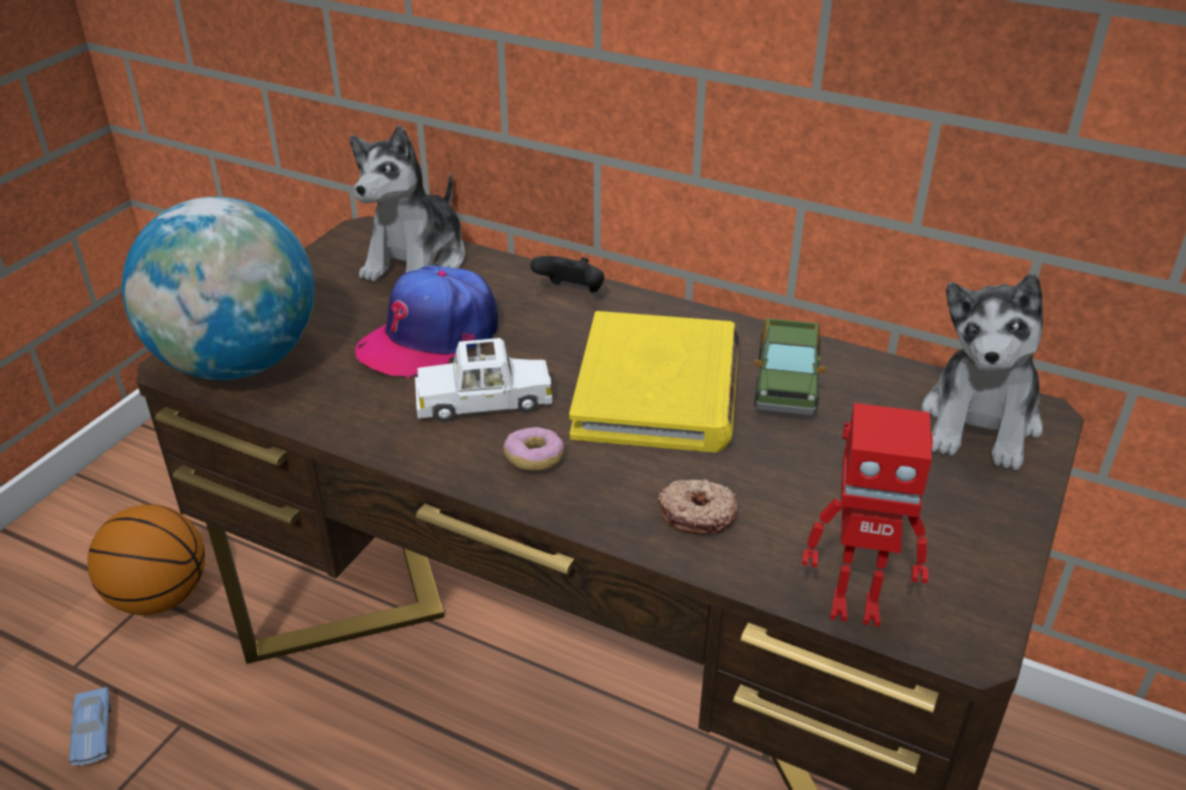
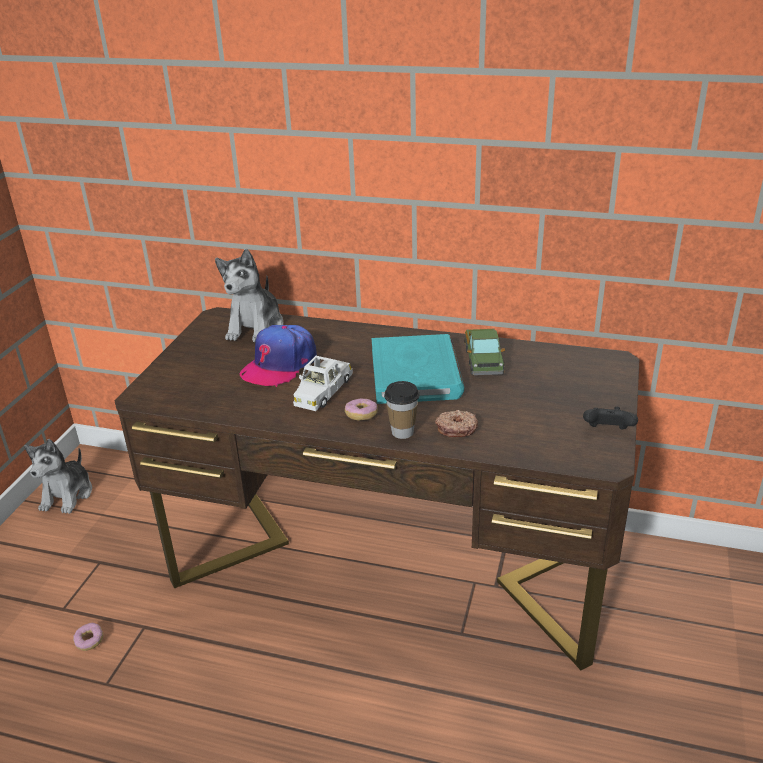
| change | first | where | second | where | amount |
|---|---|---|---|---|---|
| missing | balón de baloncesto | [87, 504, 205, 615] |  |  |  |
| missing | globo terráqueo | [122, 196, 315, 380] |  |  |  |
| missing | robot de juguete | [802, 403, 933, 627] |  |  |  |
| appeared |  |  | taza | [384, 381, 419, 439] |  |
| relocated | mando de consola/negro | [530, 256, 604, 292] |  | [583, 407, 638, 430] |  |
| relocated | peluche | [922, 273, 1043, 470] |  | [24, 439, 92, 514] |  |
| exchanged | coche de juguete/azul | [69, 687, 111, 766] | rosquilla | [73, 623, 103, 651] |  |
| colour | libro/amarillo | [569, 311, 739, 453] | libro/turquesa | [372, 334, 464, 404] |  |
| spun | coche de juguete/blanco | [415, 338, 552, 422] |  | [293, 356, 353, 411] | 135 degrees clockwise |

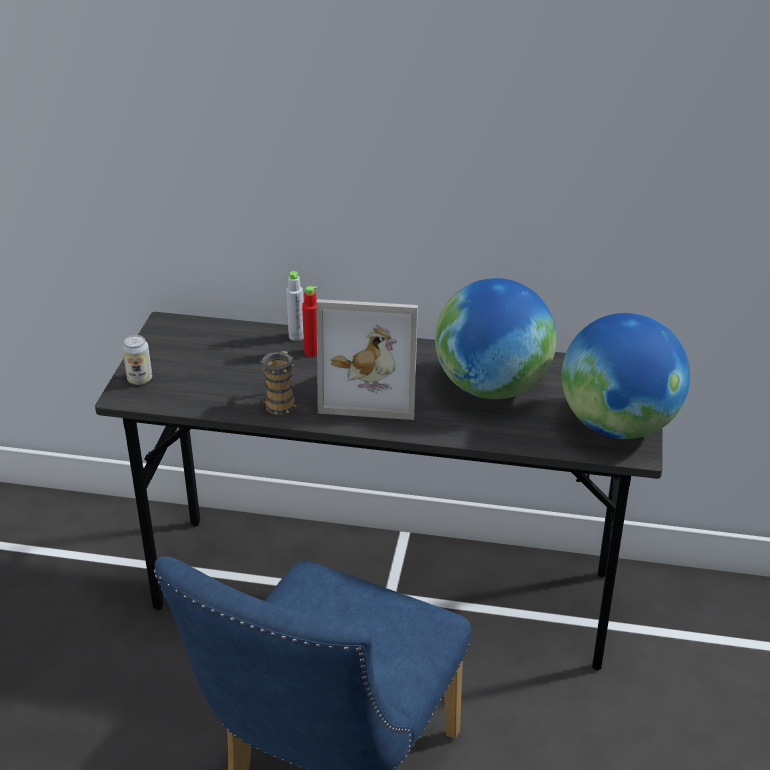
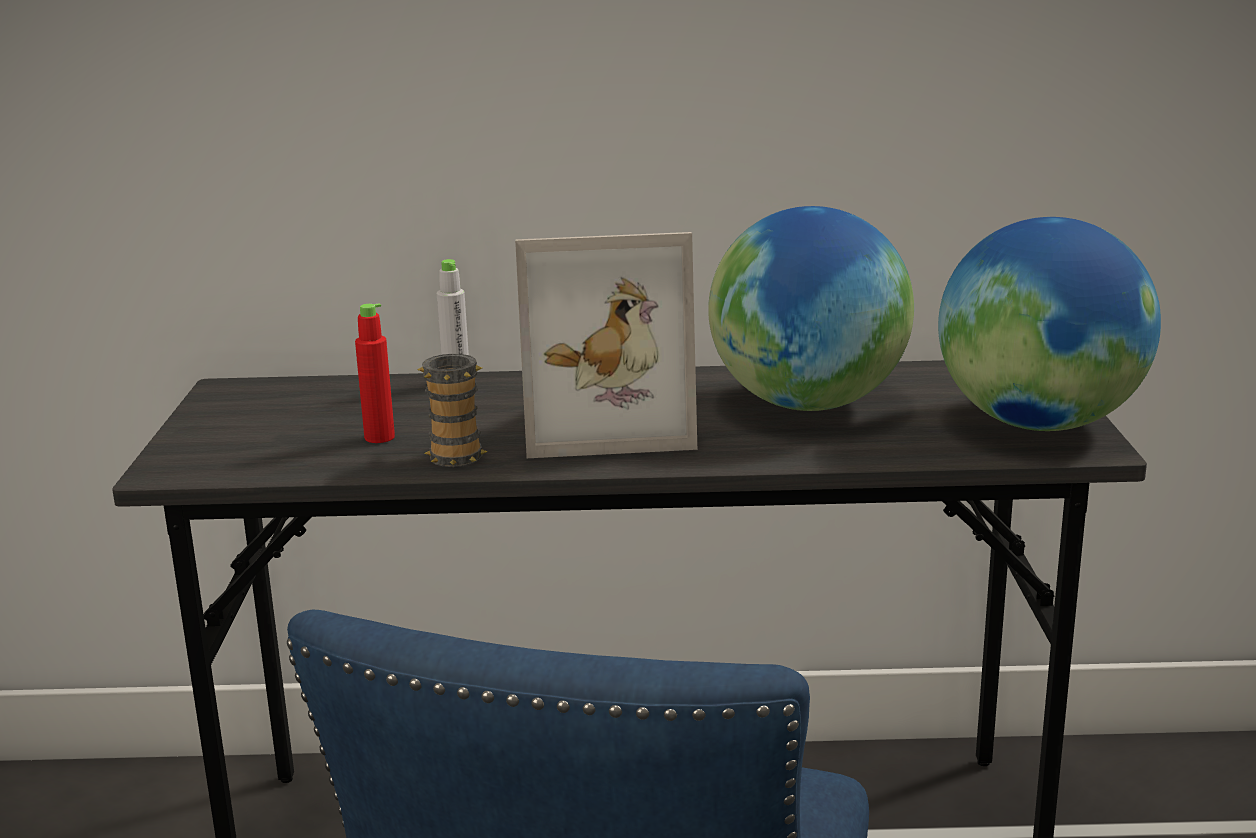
| change | first | where | second | where | amount |
|---|---|---|---|---|---|
| missing | lata | [122, 335, 152, 385] |  |  |  |
| relocated | botella/rojo | [302, 286, 317, 357] |  | [355, 303, 395, 443] |  |

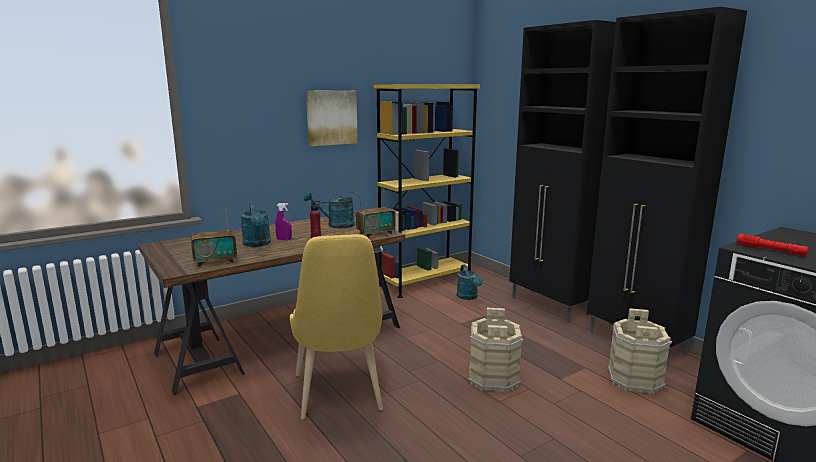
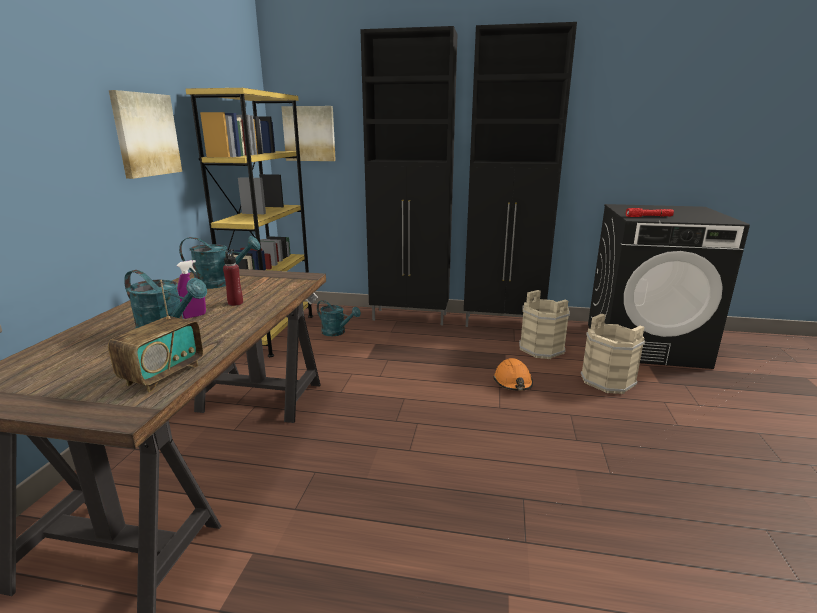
| change | first | where | second | where | amount |
|---|---|---|---|---|---|
| missing | silla/amarillo | [290, 234, 383, 419] |  |  |  |
| missing | radio | [356, 188, 395, 237] |  |  |  |
| appeared |  |  | cuadro | [281, 106, 336, 161] |  |
| appeared |  |  | casco/naranja | [493, 358, 533, 391] |  |
| relocated | cubo/beis | [468, 308, 524, 392] |  | [581, 314, 645, 394] |  |
| spun | regadera/turquesa | [304, 191, 361, 228] |  | [179, 236, 260, 289] | 135 degrees counterclockwise |

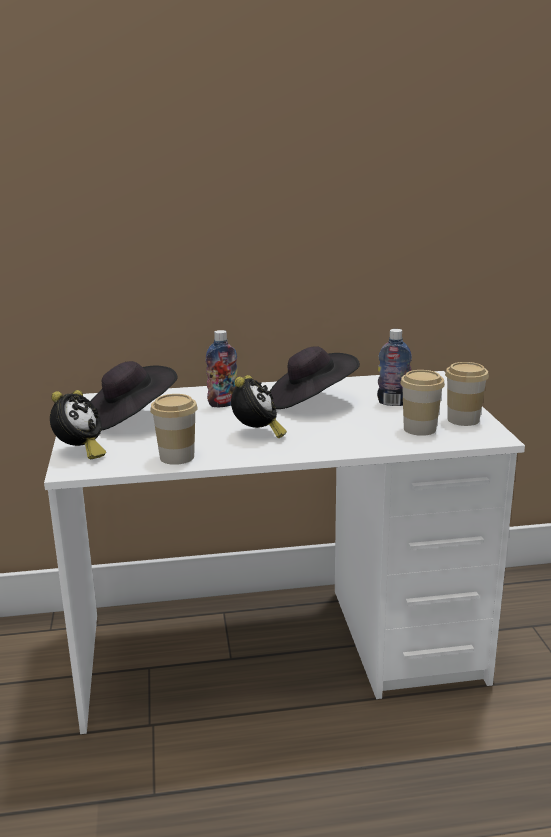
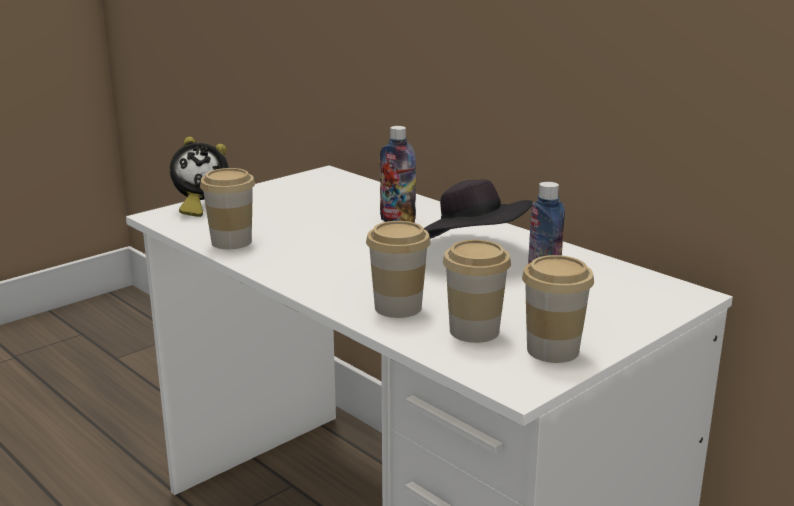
| change | first | where | second | where | amount |
|---|---|---|---|---|---|
| missing | sombrero/negro | [90, 361, 178, 431] |  |  |  |
| missing | despertador | [231, 375, 287, 438] |  |  |  |
| appeared |  |  | taza | [366, 221, 431, 318] |  |

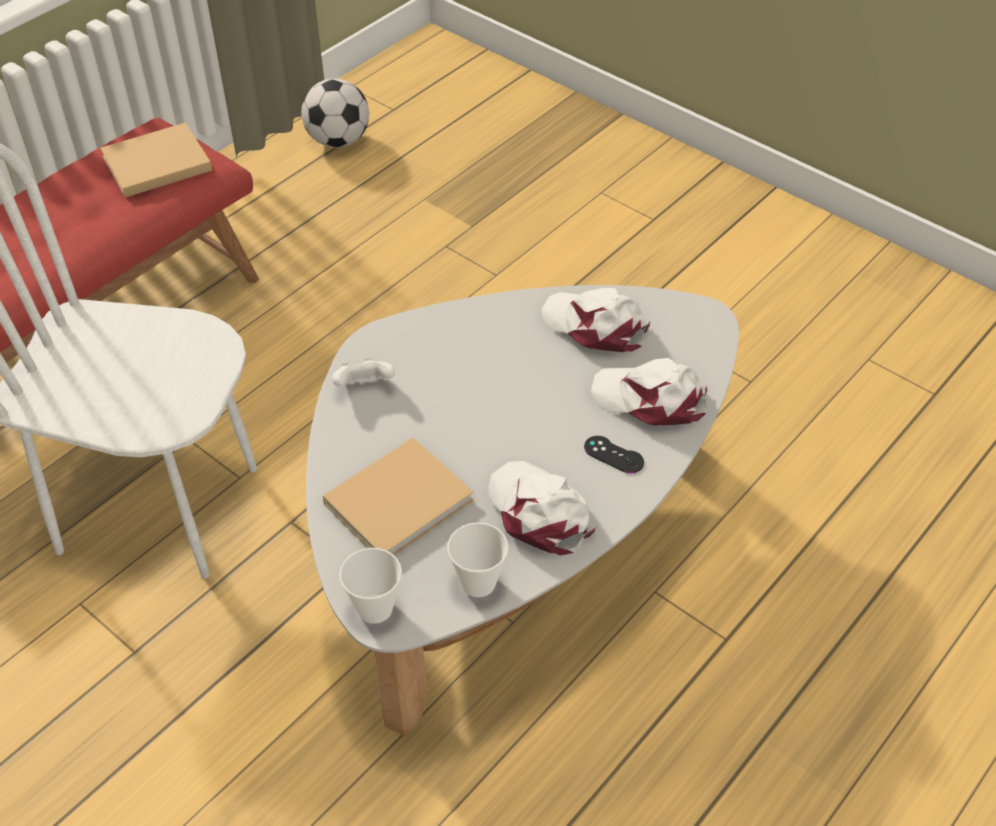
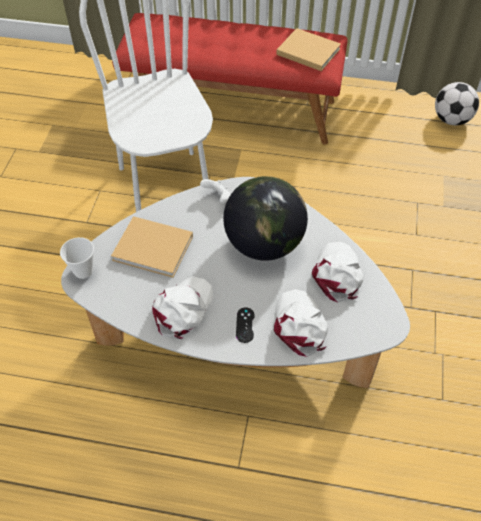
| change | first | where | second | where | amount |
|---|---|---|---|---|---|
| missing | taza | [447, 522, 509, 597] |  |  |  |
| appeared |  |  | globo terráqueo | [223, 176, 308, 261] |  |

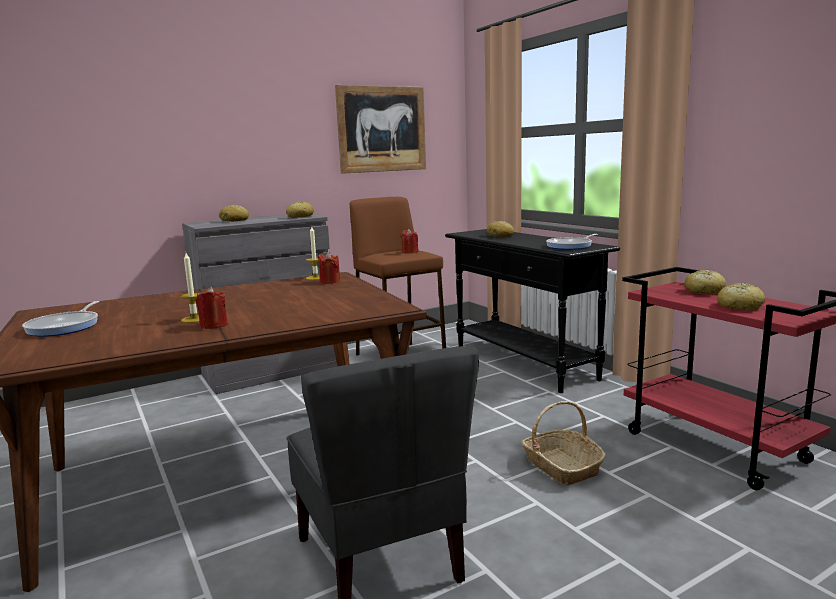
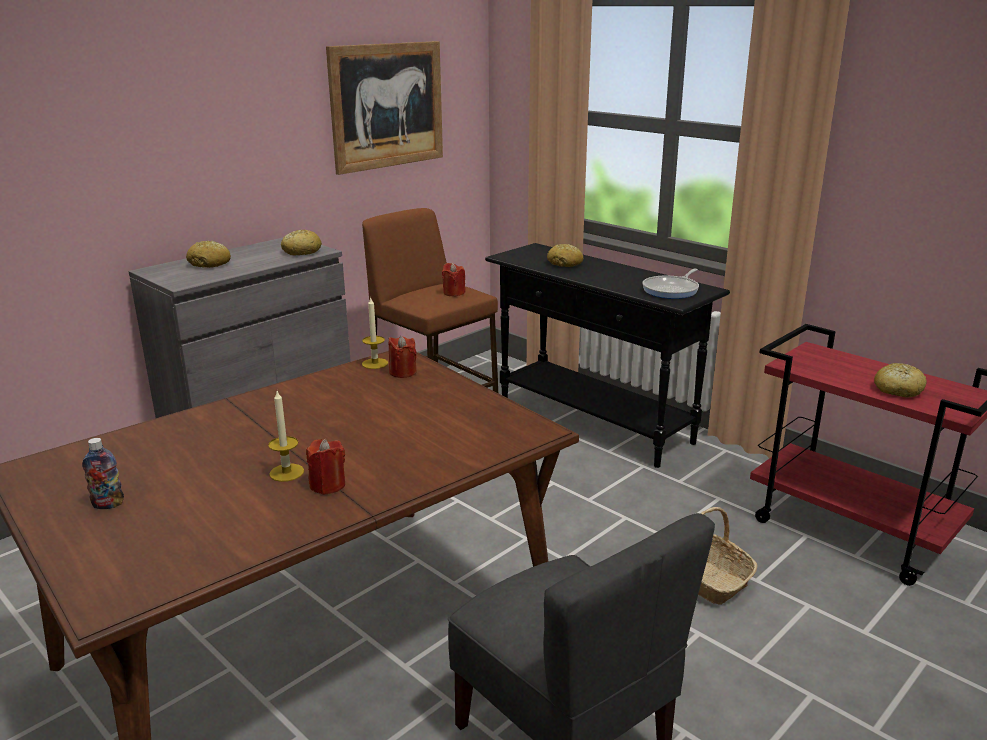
| change | first | where | second | where | amount |
|---|---|---|---|---|---|
| missing | pan | [684, 269, 726, 294] |  |  |  |
| exchanged | sartén | [22, 301, 99, 337] | botella | [82, 438, 124, 509] |  |

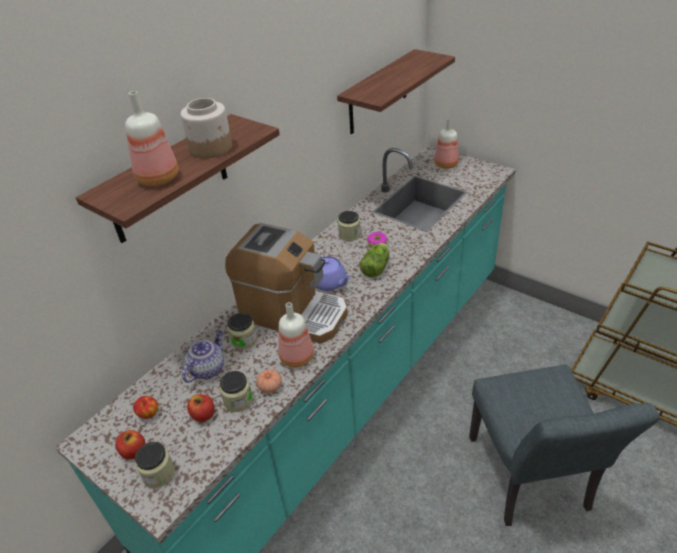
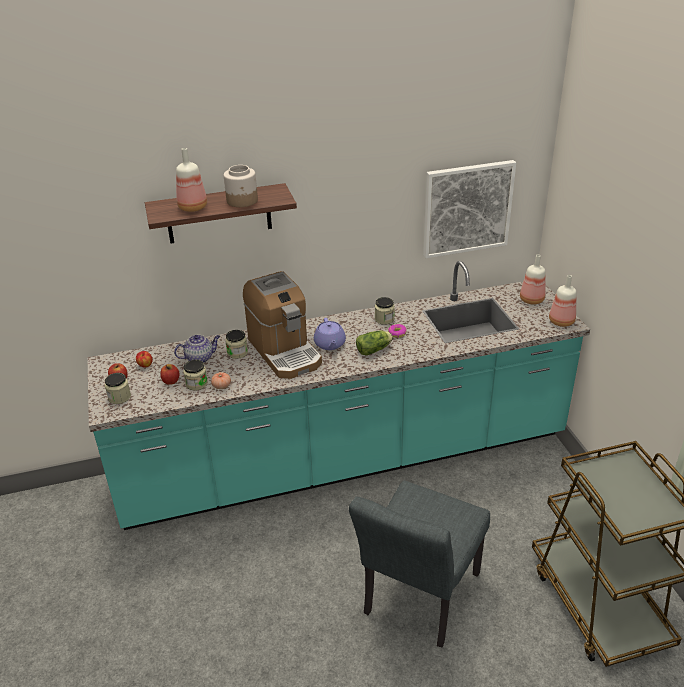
| change | first | where | second | where | amount |
|---|---|---|---|---|---|
| relocated | botella | [278, 302, 314, 367] |  | [549, 275, 577, 327] |  |
| exchanged | estante | [337, 49, 455, 134] | cuadro | [423, 160, 516, 258] |  |

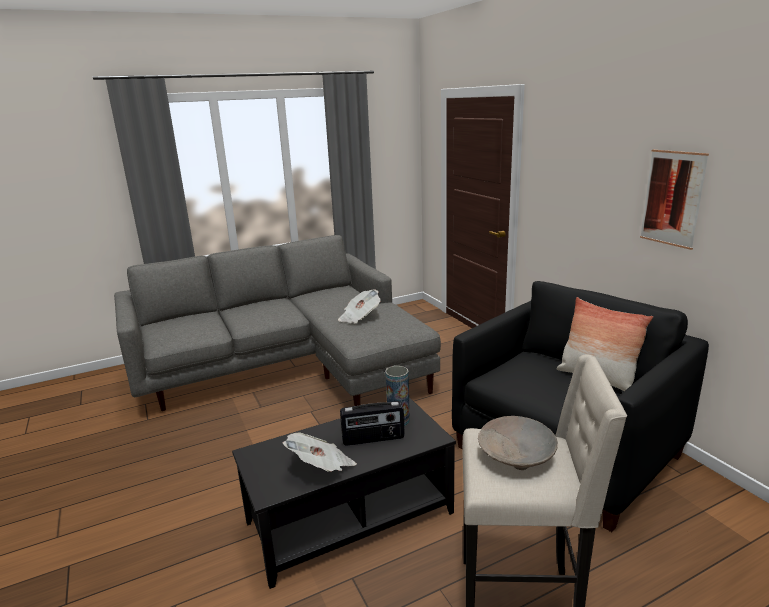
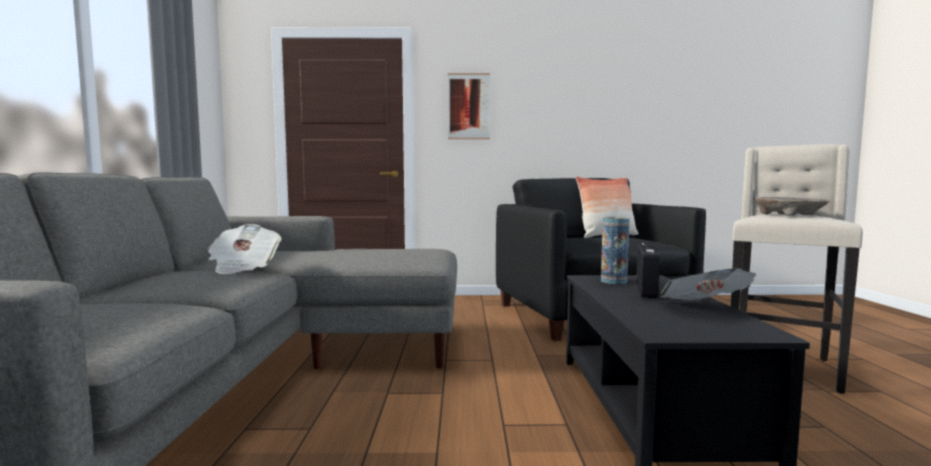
| change | first | where | second | where | amount |
|---|---|---|---|---|---|
| relocated | periódico | [338, 289, 380, 324] |  | [207, 224, 282, 274] |  |
| relocated | cuadro | [640, 150, 709, 250] |  | [448, 73, 490, 139] |  |

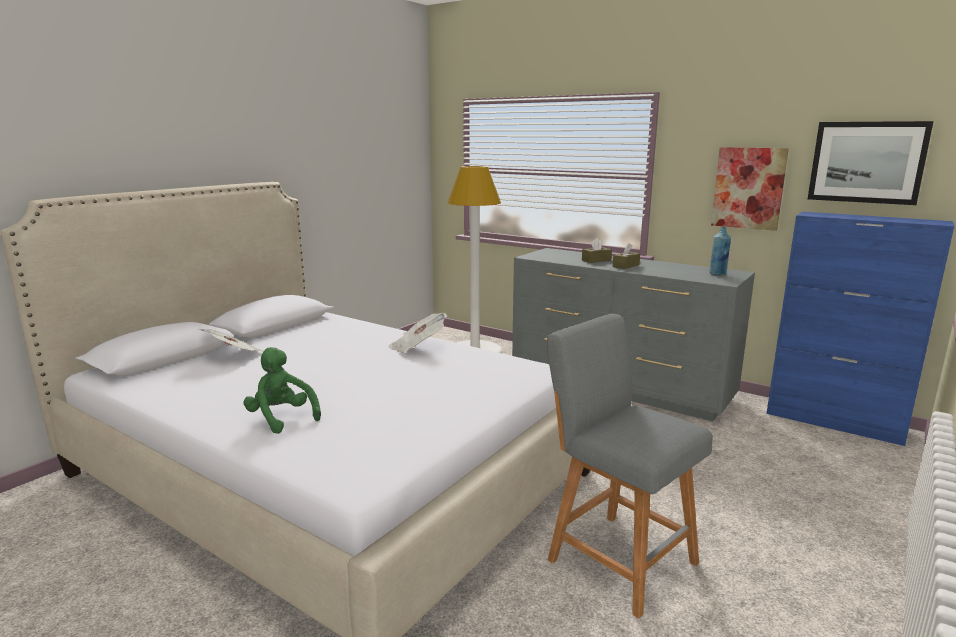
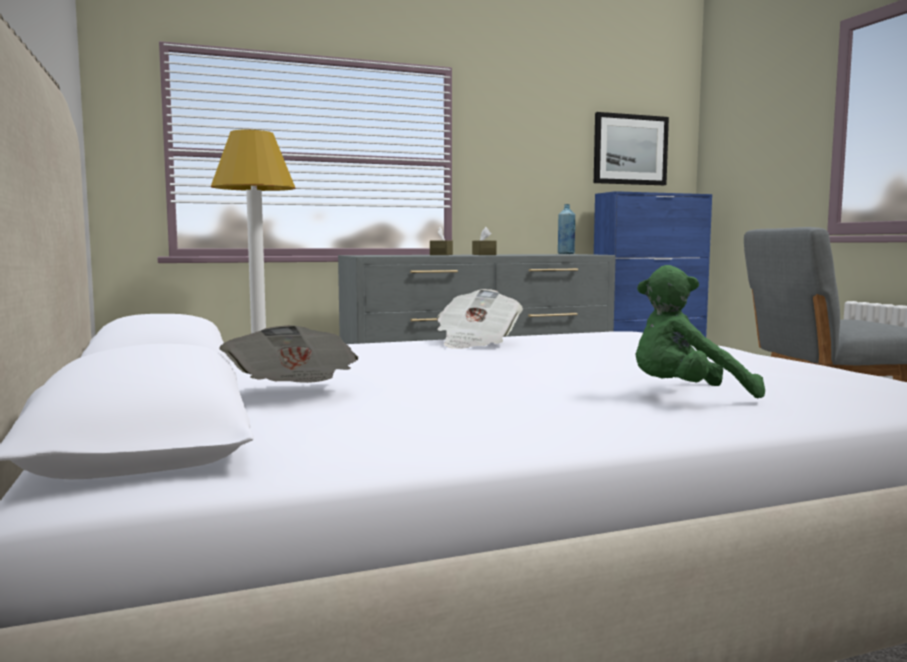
| change | first | where | second | where | amount |
|---|---|---|---|---|---|
| missing | cuadro | [711, 147, 789, 231] |  |  |  |

